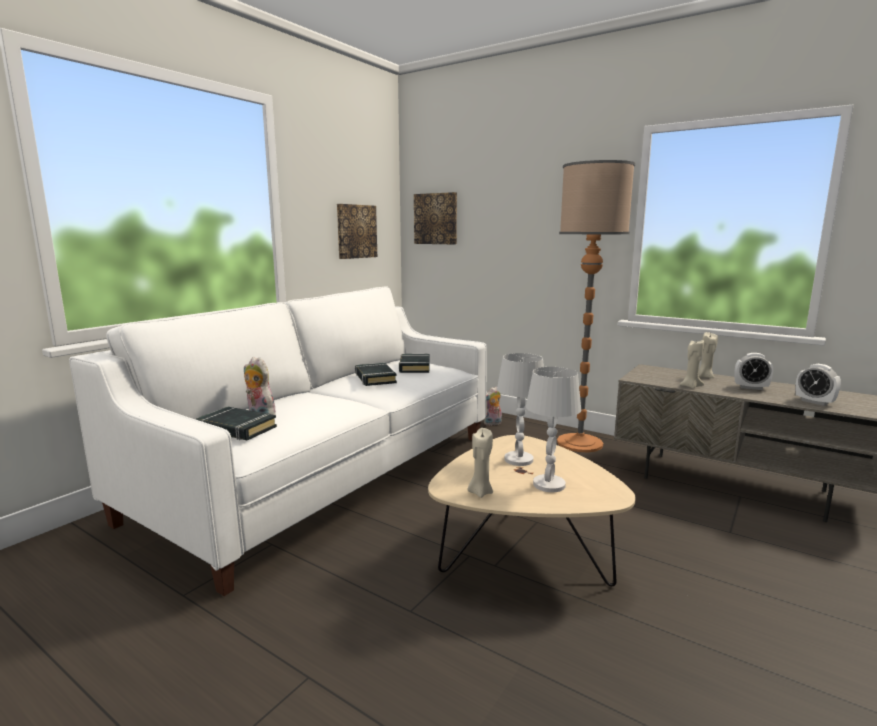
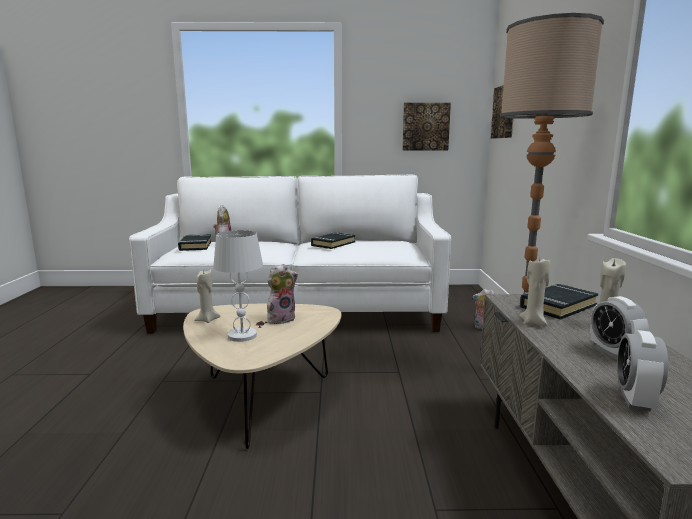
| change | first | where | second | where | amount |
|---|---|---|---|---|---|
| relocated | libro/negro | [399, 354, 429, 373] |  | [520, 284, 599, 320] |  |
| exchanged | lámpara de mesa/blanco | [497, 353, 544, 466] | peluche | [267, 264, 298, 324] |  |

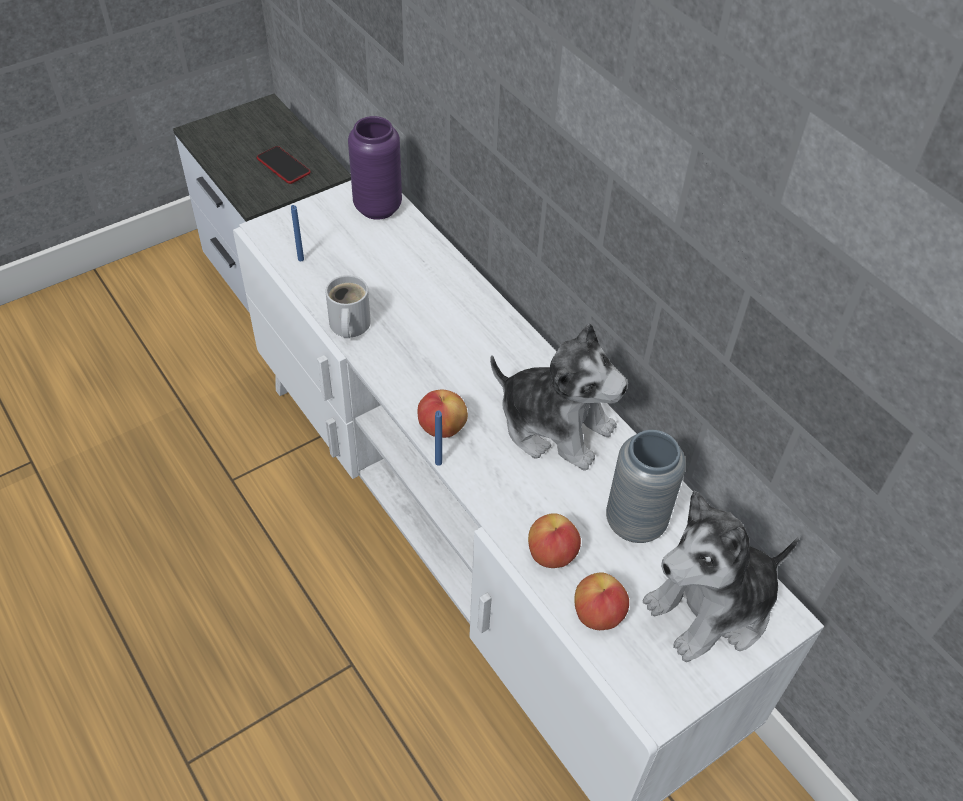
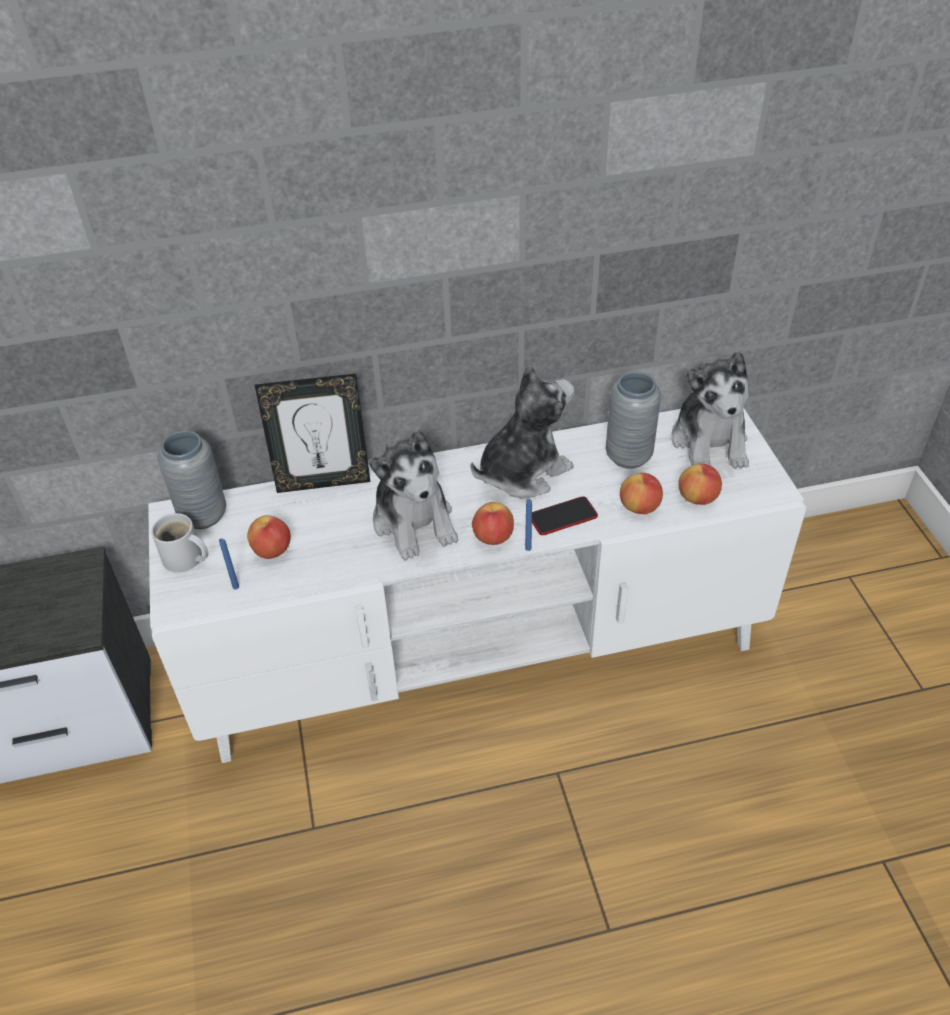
| change | first | where | second | where | amount |
|---|---|---|---|---|---|
| appeared |  |  | manzana | [247, 515, 291, 559] |  |
| appeared |  |  | portarretratos | [255, 374, 371, 493] |  |
| appeared |  |  | peluche | [369, 430, 458, 560] |  |
| relocated | móvil | [257, 146, 311, 184] |  | [532, 496, 598, 535] |  |
| relocated | taza grande/blanco | [326, 275, 371, 338] |  | [151, 513, 208, 572] |  |
| colour | florero/morado | [348, 116, 402, 220] | florero/gris | [158, 430, 226, 529] |  |

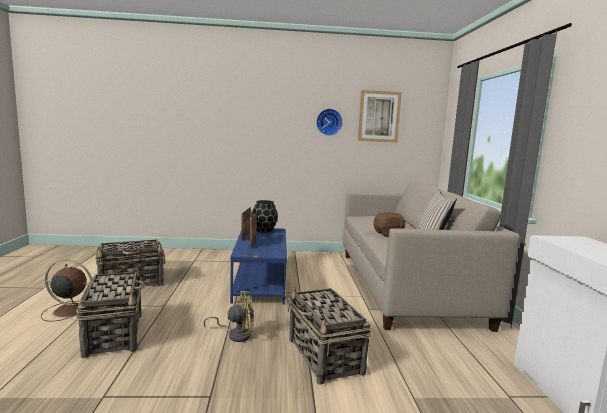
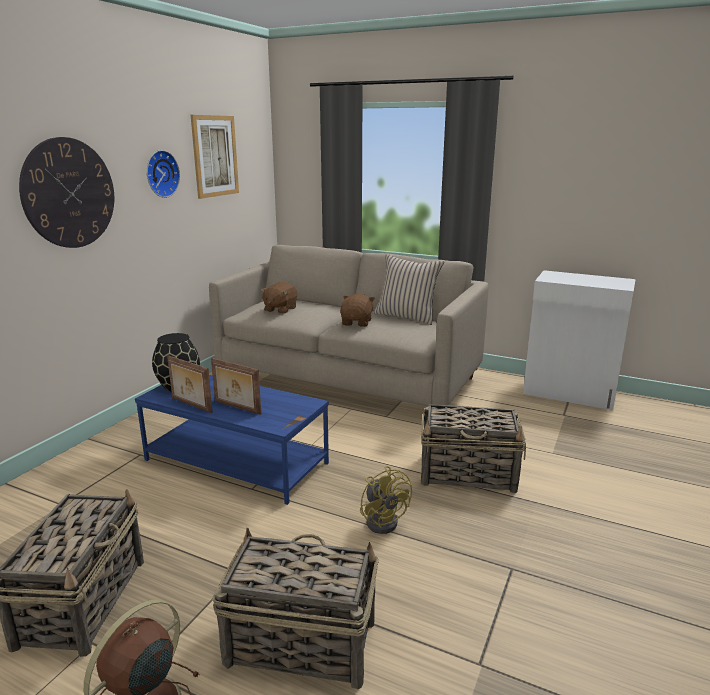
| change | first | where | second | where | amount |
|---|---|---|---|---|---|
| appeared |  |  | reloj de pared | [19, 137, 114, 248] |  |
| appeared |  |  | peluche/marrón | [261, 282, 297, 314] |  |
| spun | ventilador/amarillo | [204, 291, 254, 342] |  | [360, 466, 412, 534] | 135 degrees clockwise |

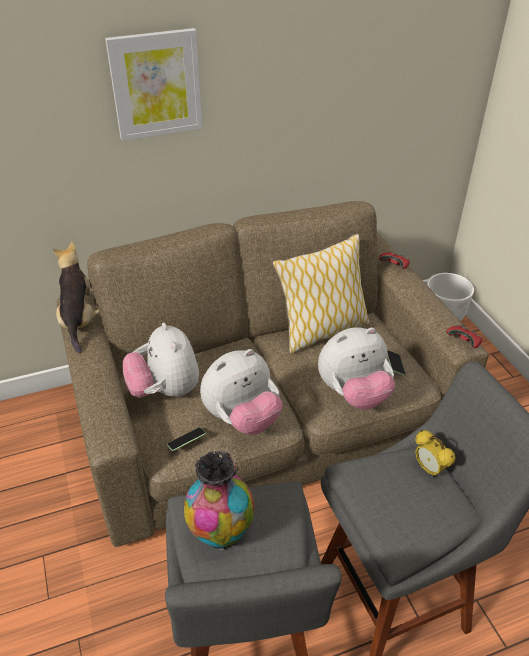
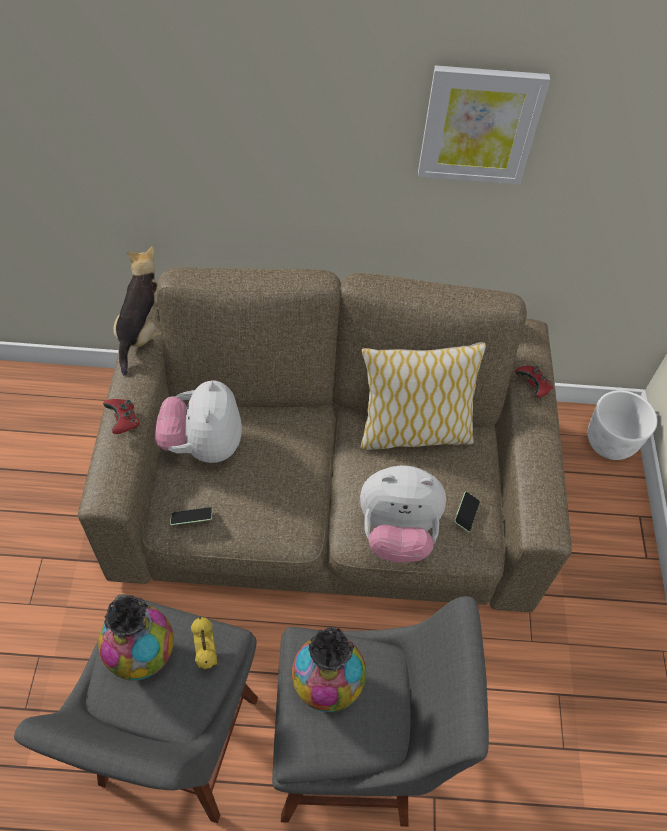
| change | first | where | second | where | amount |
|---|---|---|---|---|---|
| missing | peluche | [200, 349, 282, 435] |  |  |  |
| appeared |  |  | florero | [292, 627, 366, 712] |  |
| relocated | cuadro | [105, 28, 203, 141] |  | [418, 65, 550, 184] |  |
| relocated | despertador | [415, 430, 455, 478] |  | [191, 617, 217, 669] |  |
| relocated | mando de consola/rojo | [447, 324, 482, 348] |  | [103, 399, 140, 434] |  |

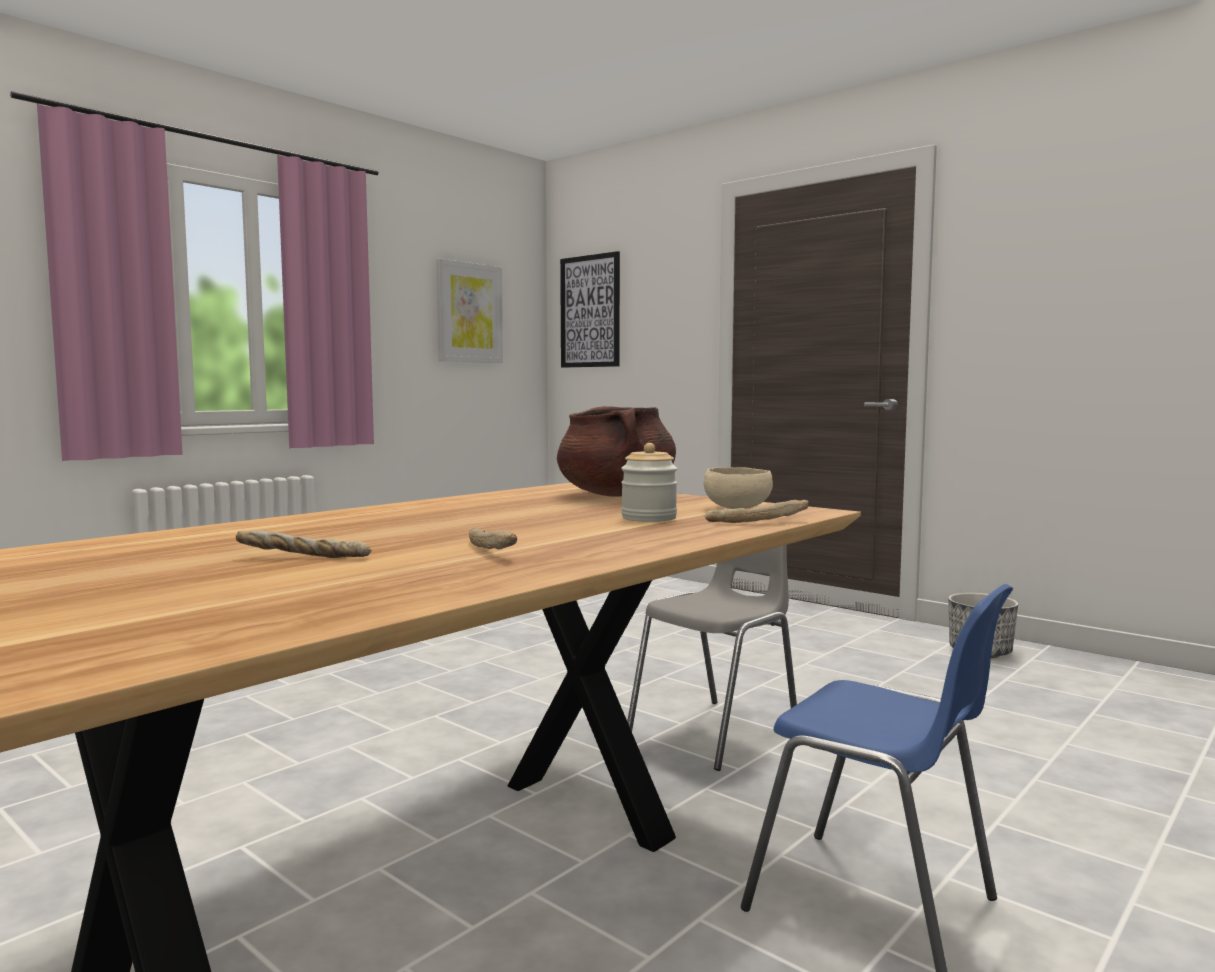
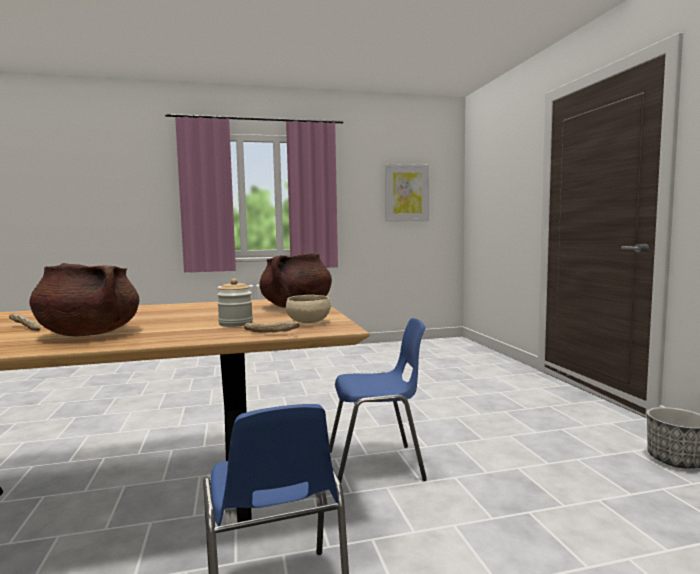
| change | first | where | second | where | amount |
|---|---|---|---|---|---|
| missing | cuadro | [560, 251, 620, 368] |  |  |  |
| exchanged | pan | [469, 527, 517, 550] | olla/marrón | [29, 263, 139, 336] |  |
| colour | silla/gris | [627, 545, 797, 771] | silla/azul | [329, 318, 427, 483] |  |

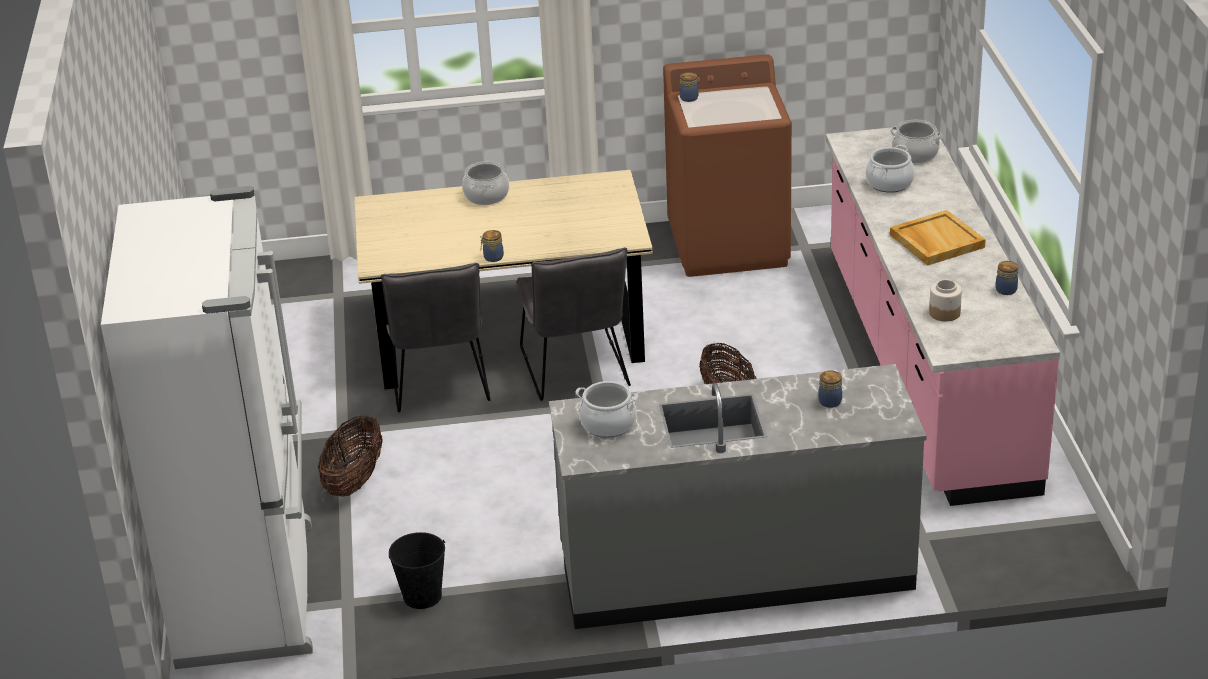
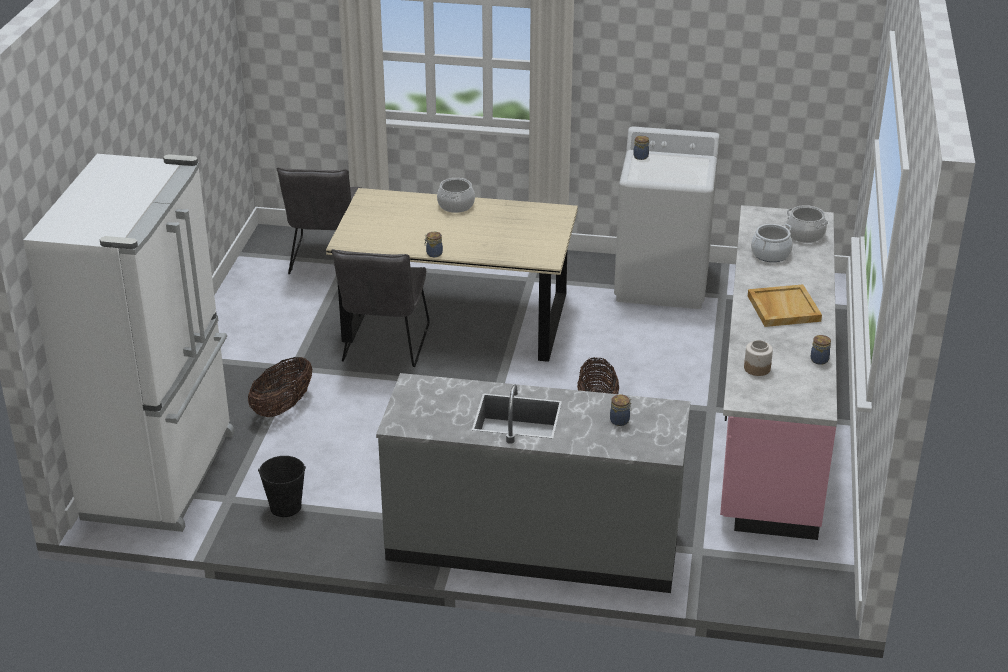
| change | first | where | second | where | amount |
|---|---|---|---|---|---|
| missing | olla | [575, 381, 638, 438] |  |  |  |
| relocated | silla/gris | [517, 248, 631, 401] |  | [276, 167, 362, 274] |  |
| colour | lavadora/marrón | [663, 54, 792, 277] | lavadora/blanco | [614, 126, 720, 309] |  |

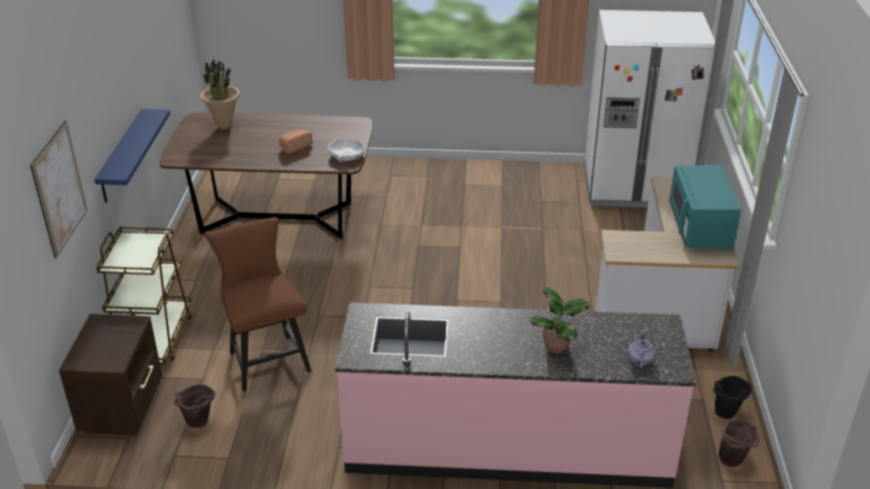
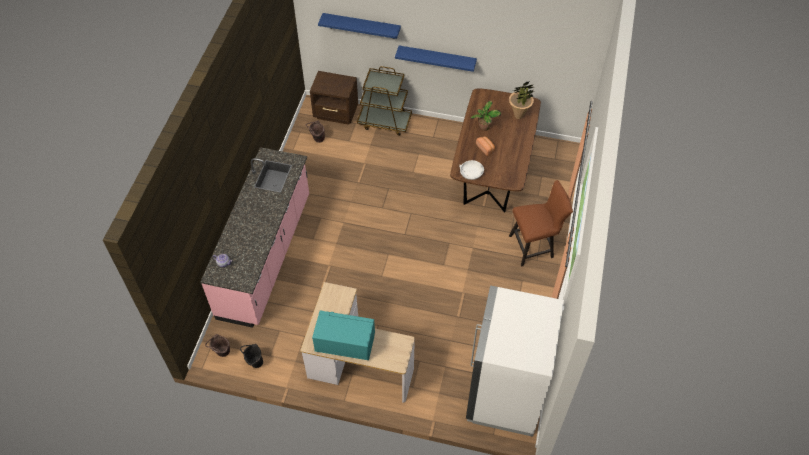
| change | first | where | second | where | amount |
|---|---|---|---|---|---|
| relocated | silla/marrón | [205, 217, 311, 391] |  | [509, 180, 573, 267] |  |
| relocated | planta en maceta | [530, 288, 589, 354] |  | [470, 101, 501, 131] |  |
| exchanged | cuadro | [30, 121, 87, 258] | estante/azul | [318, 13, 401, 39] |  |

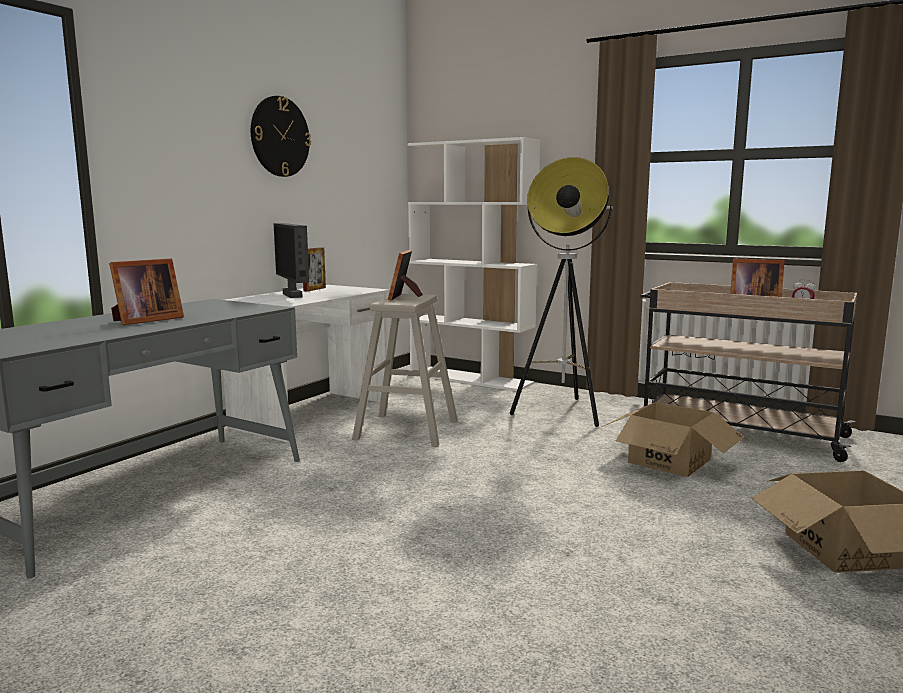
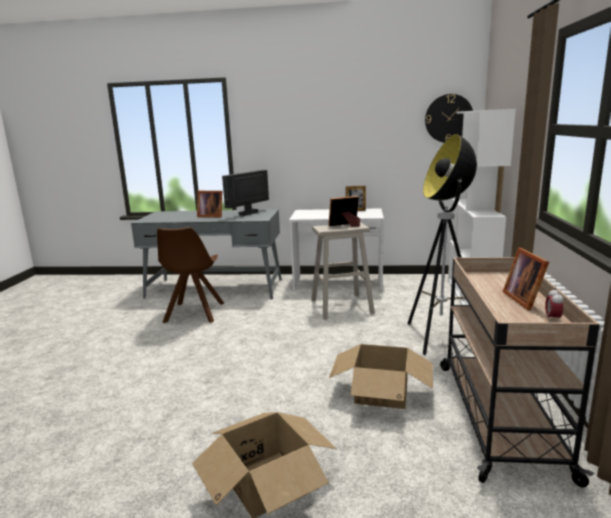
| change | first | where | second | where | amount |
|---|---|---|---|---|---|
| appeared |  |  | silla/marrón | [157, 227, 225, 323] |  |
| relocated | reloj de pared | [251, 96, 311, 177] |  | [425, 94, 473, 143] |  |
| relocated | monitor | [274, 223, 309, 298] |  | [222, 170, 269, 216] |  |

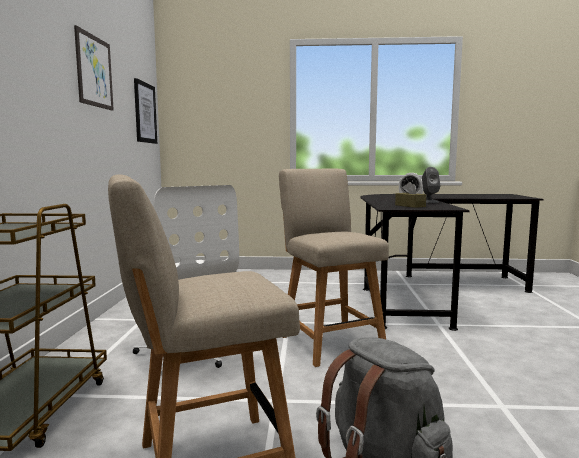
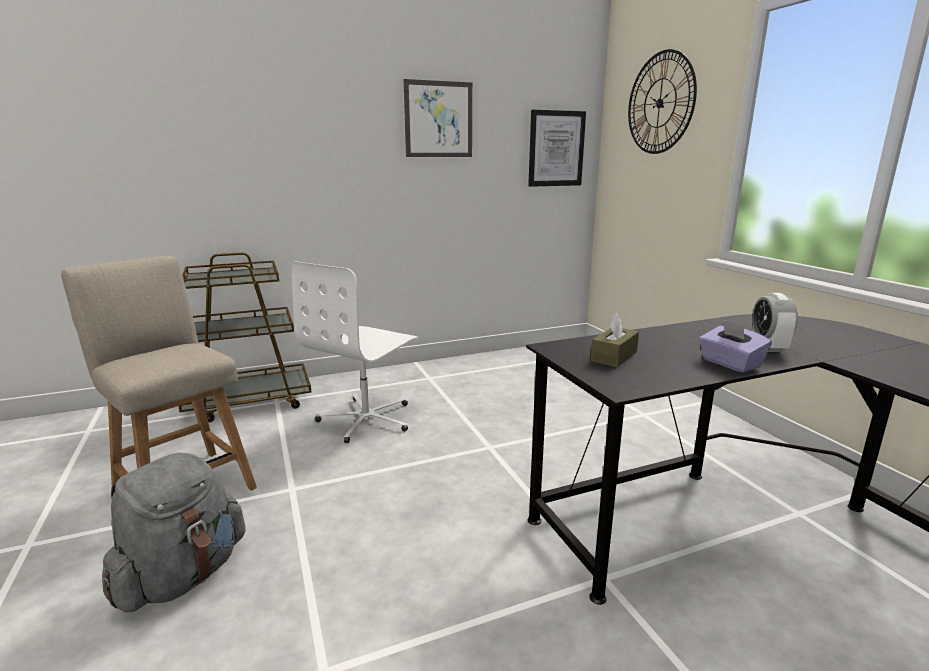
| change | first | where | second | where | amount |
|---|---|---|---|---|---|
| missing | silla/beis | [279, 168, 389, 367] |  |  |  |
| appeared |  |  | reloj de pared | [628, 49, 697, 154] |  |
| exchanged | altavoz/gris | [422, 167, 440, 203] | caja de pañuelos/morado | [699, 320, 772, 373] |  |

